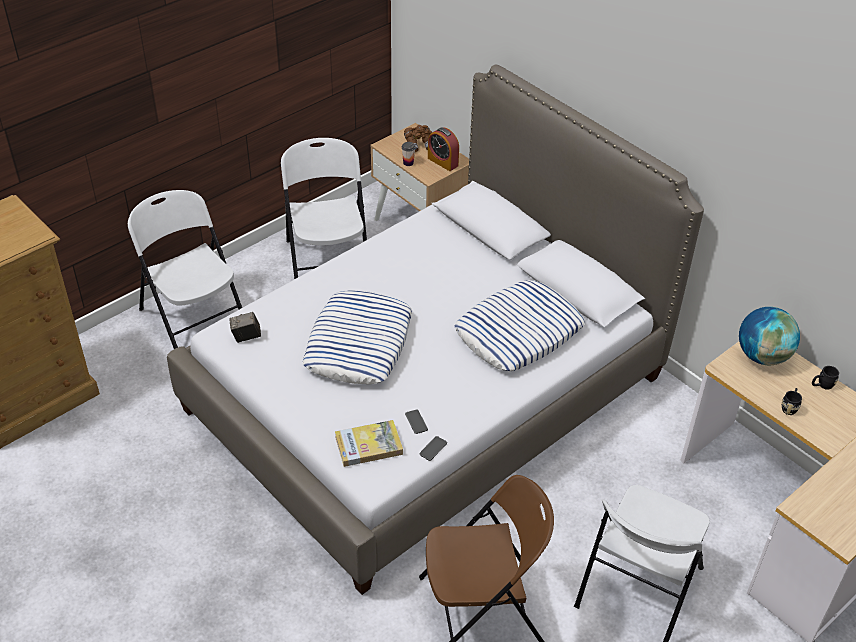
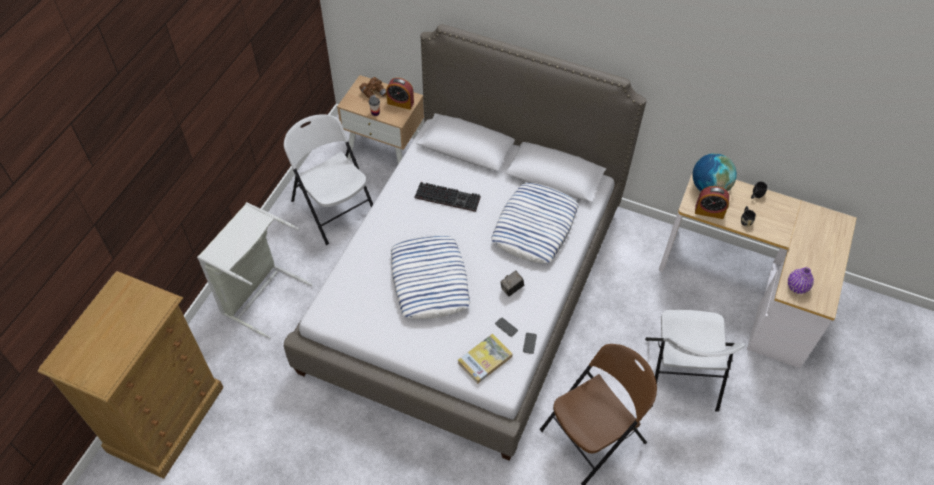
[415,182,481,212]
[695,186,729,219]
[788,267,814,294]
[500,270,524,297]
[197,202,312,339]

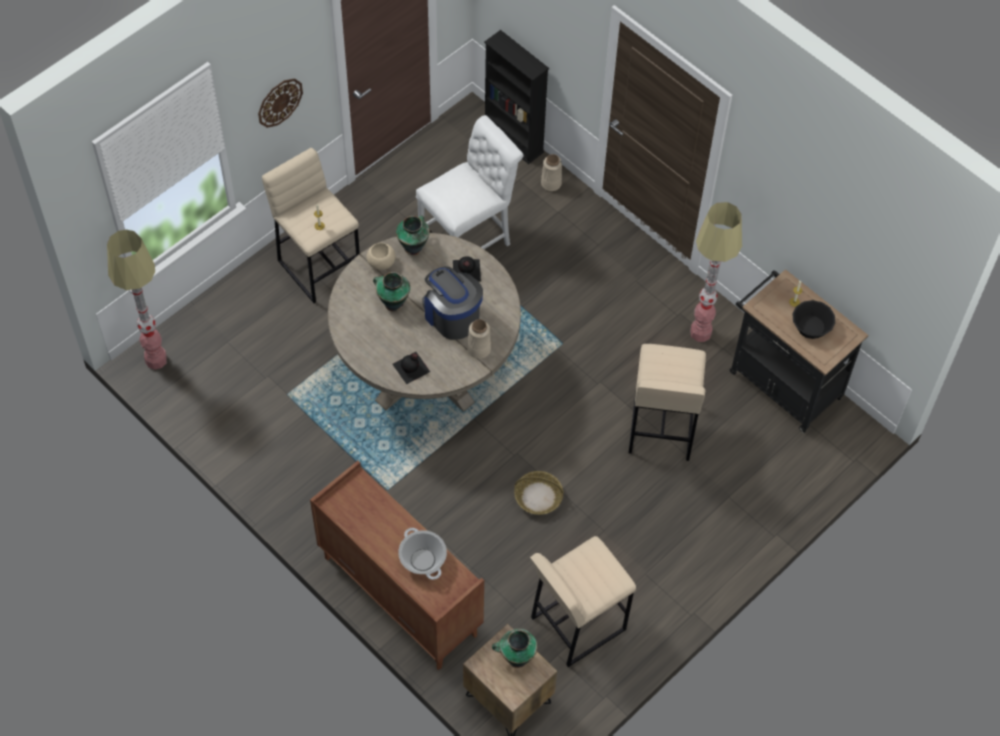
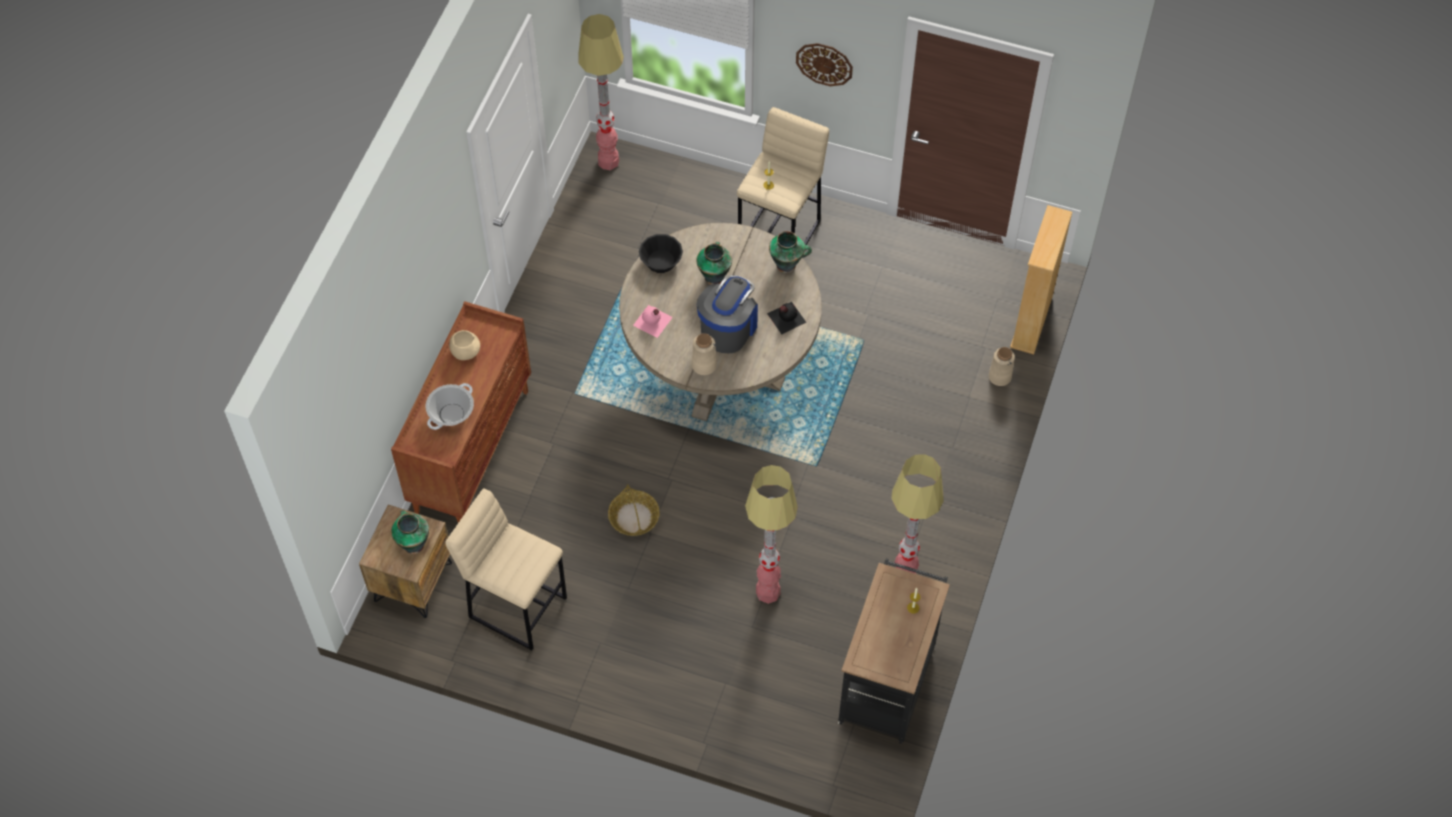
[416,115,523,249] (first image)
[449,330,480,360]
[639,234,683,273]
[745,465,798,604]
[633,305,673,338]
[1010,205,1072,354]

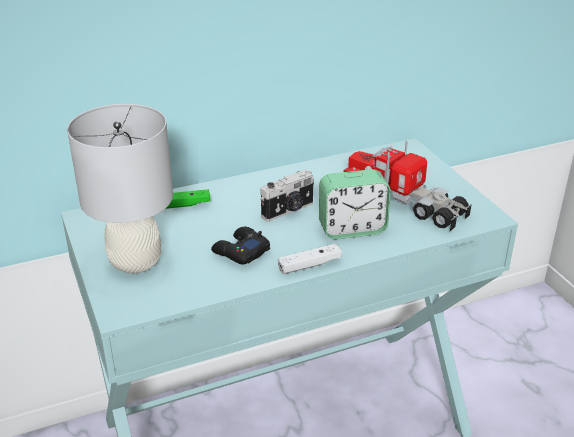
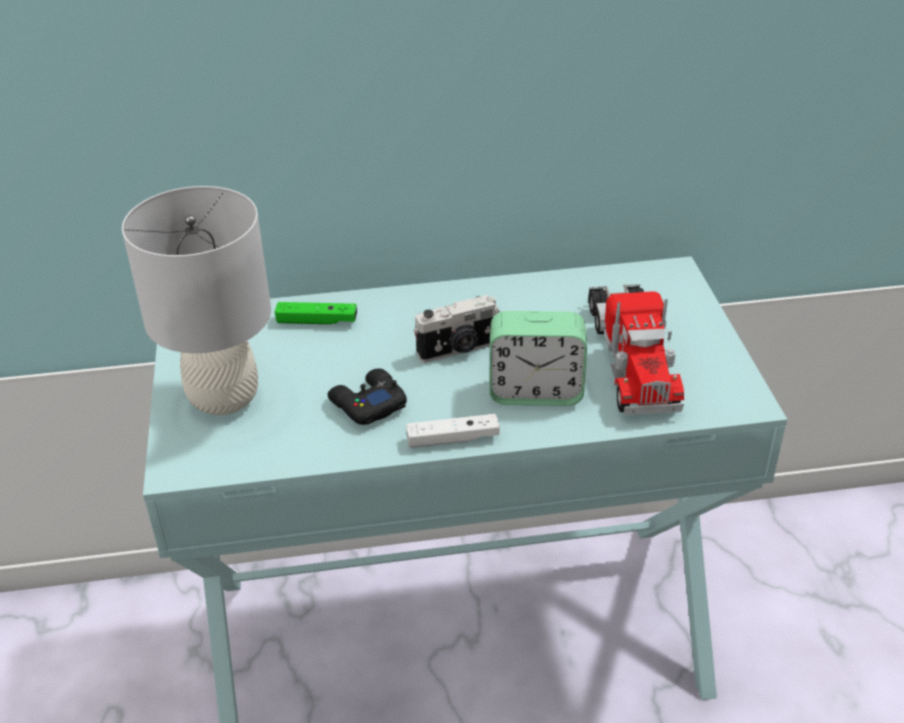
[588,284,684,415]

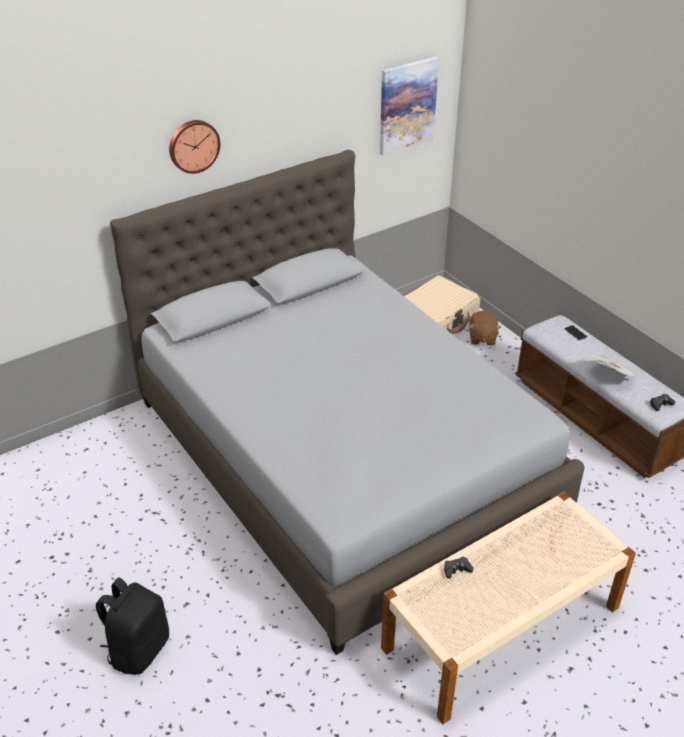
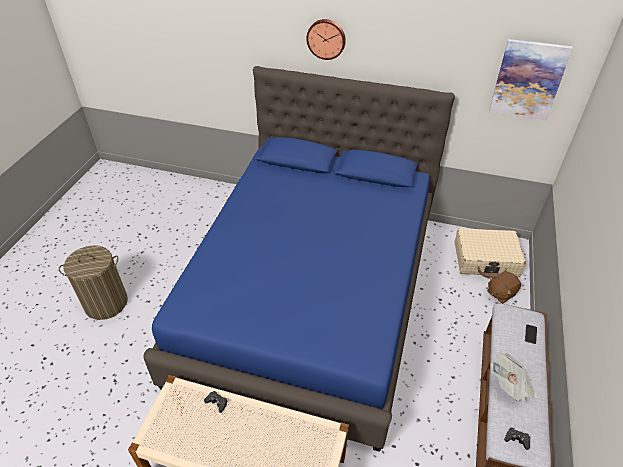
[59,245,128,320]
[143,66,455,452]

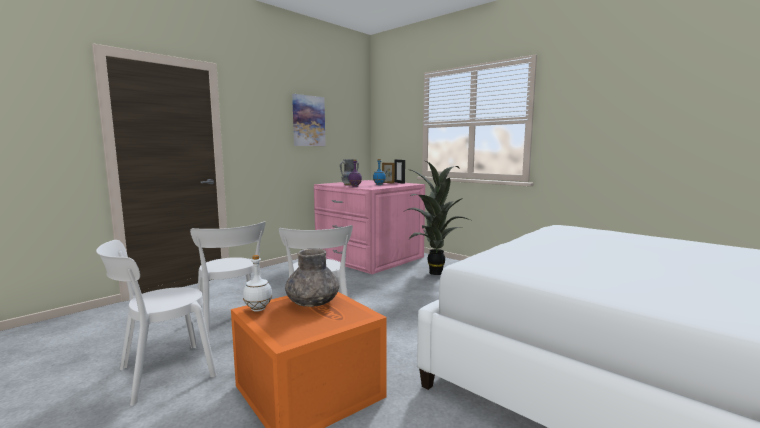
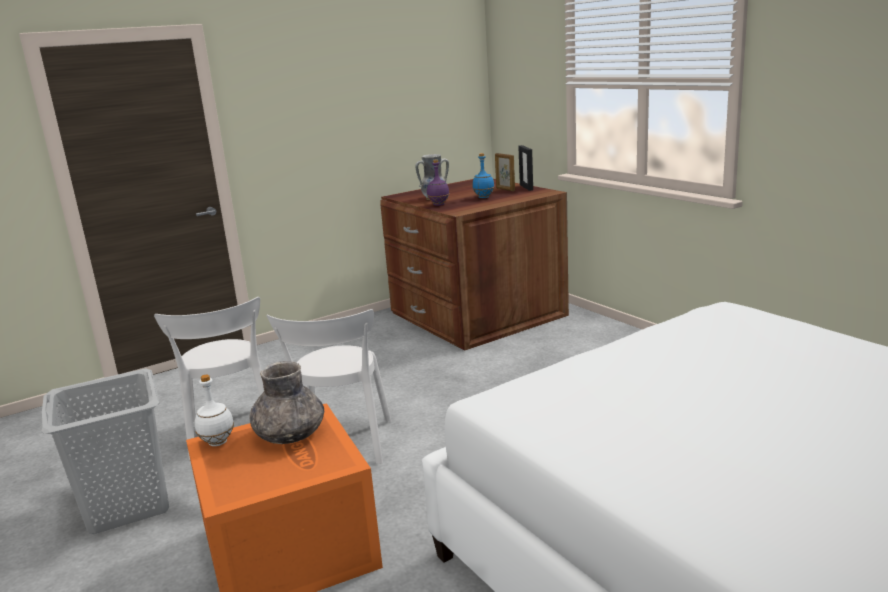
[292,94,326,146] (first image)
[405,161,470,275] (first image)
[41,368,169,534]
[380,179,569,351]

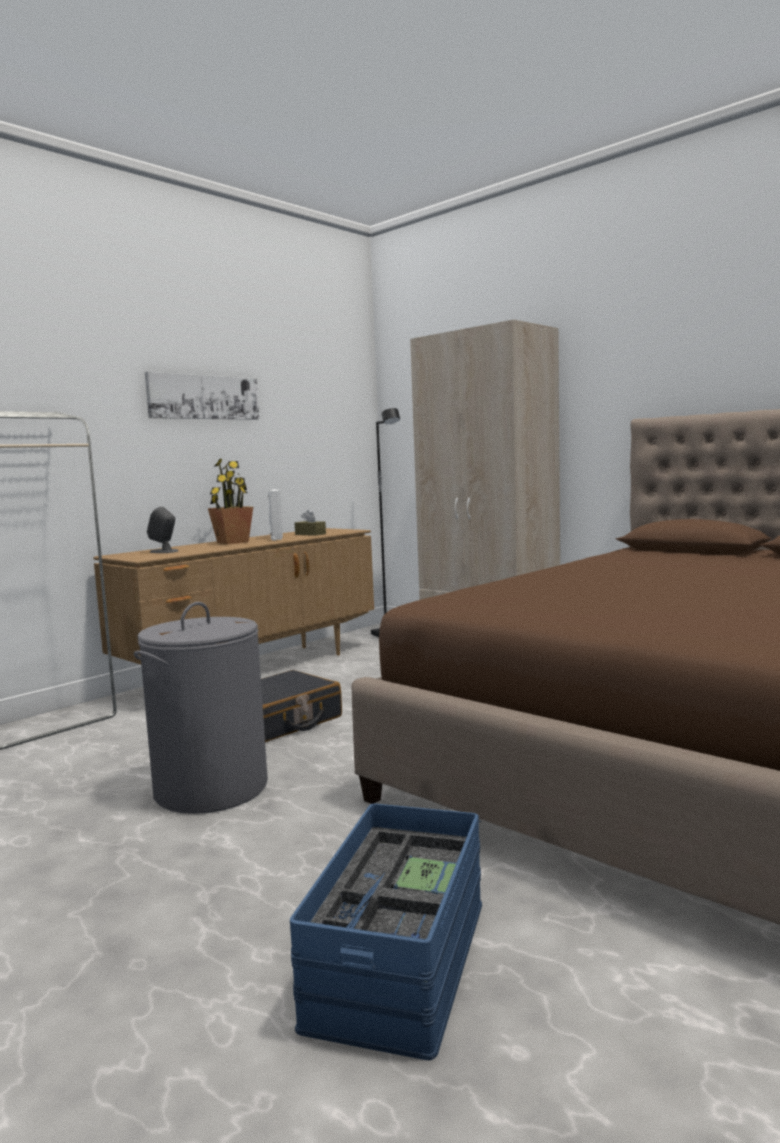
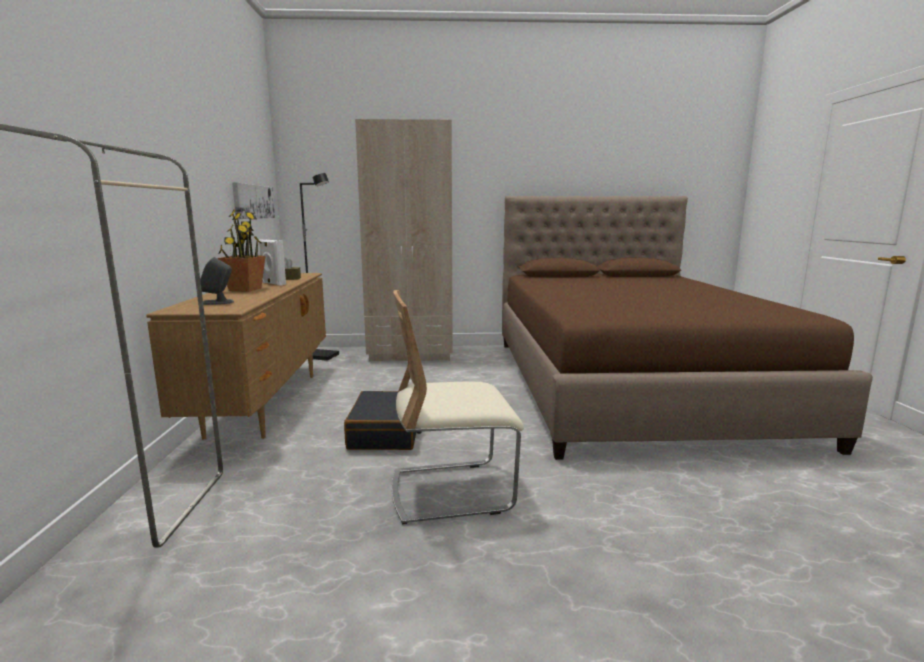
[290,803,482,1060] (first image)
[232,182,275,219]
[392,290,524,525]

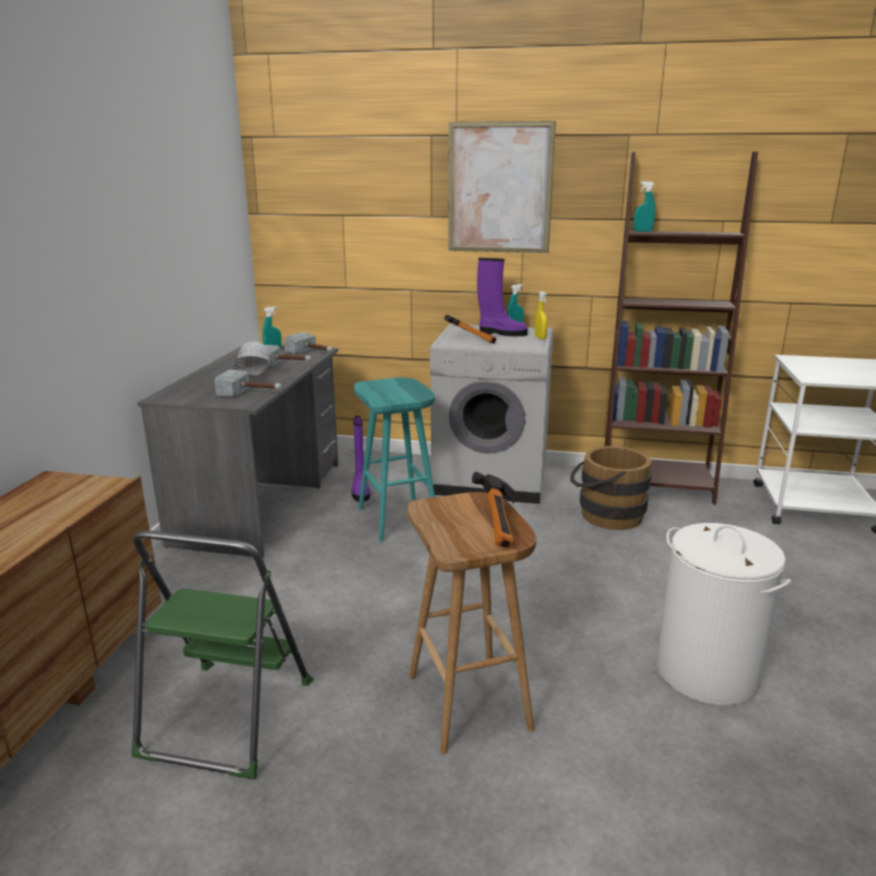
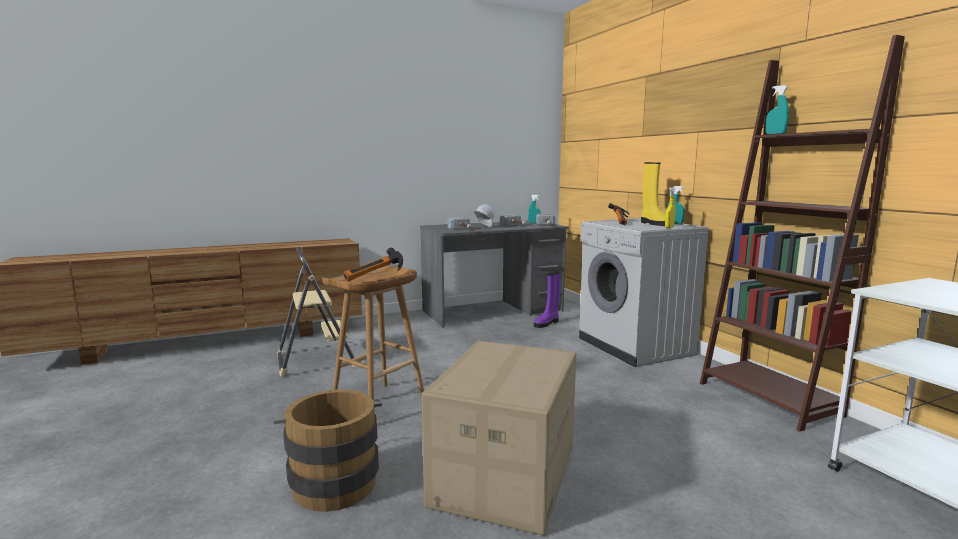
[354,378,435,541] (first image)
[448,121,556,253] (first image)
[274,390,382,512]
[422,341,576,535]
[278,247,358,377]
[641,162,666,226]

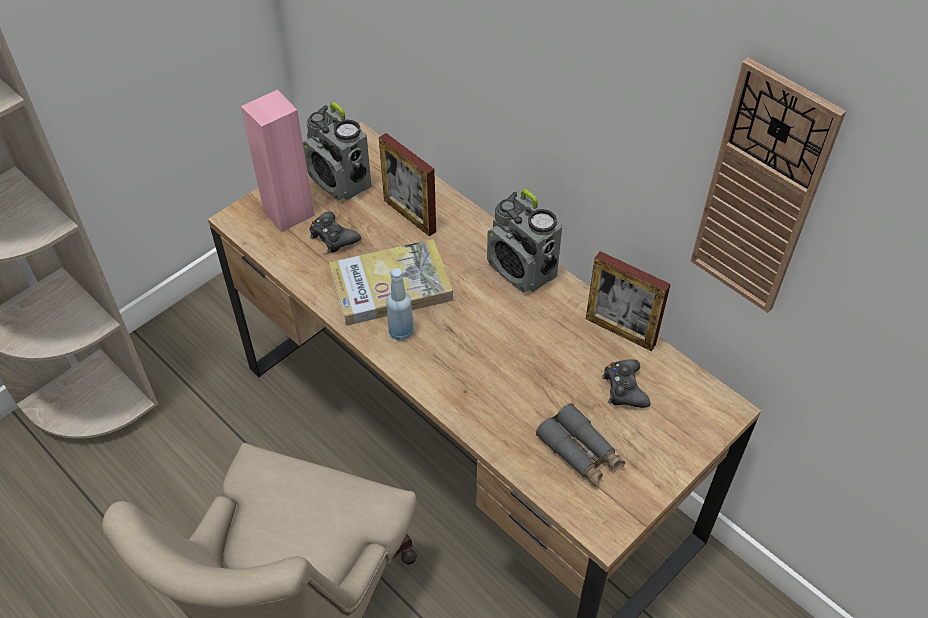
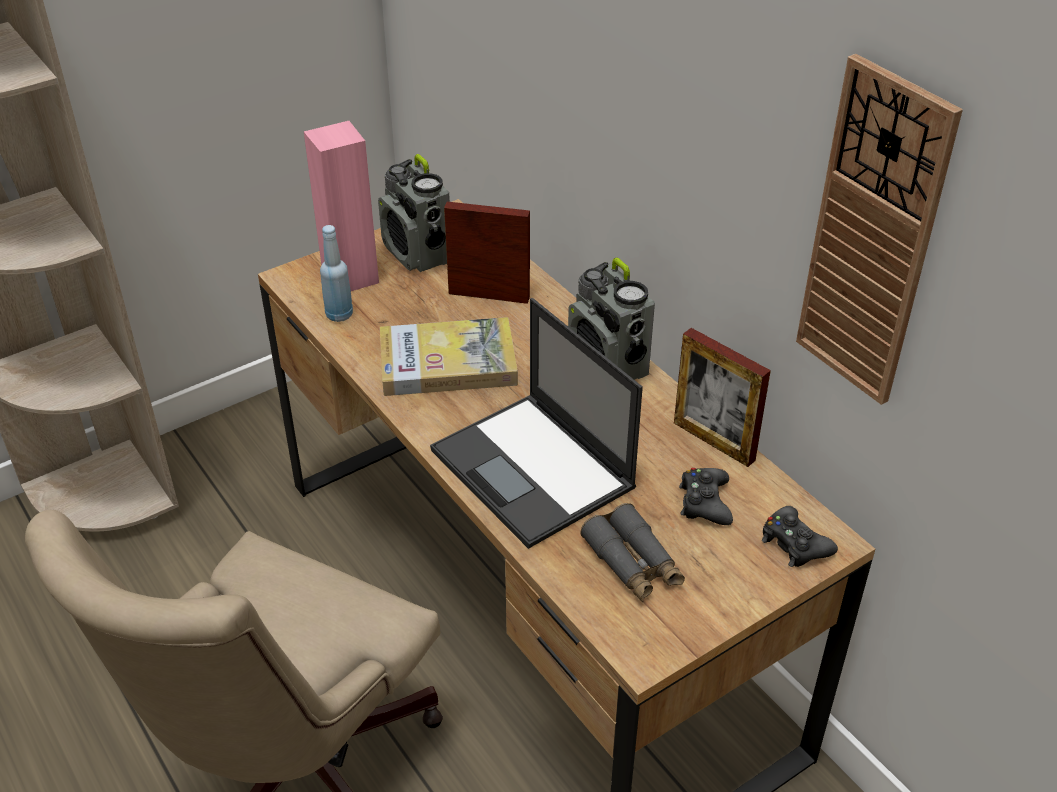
[430,298,643,549]
[762,506,838,567]
[320,225,353,322]
[444,202,530,304]

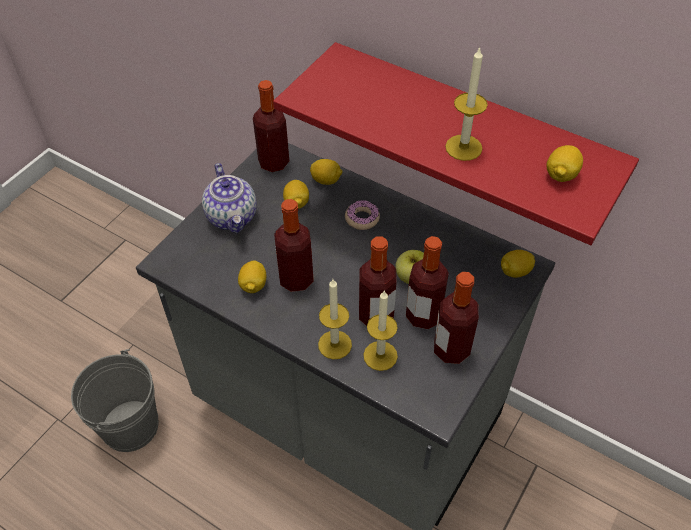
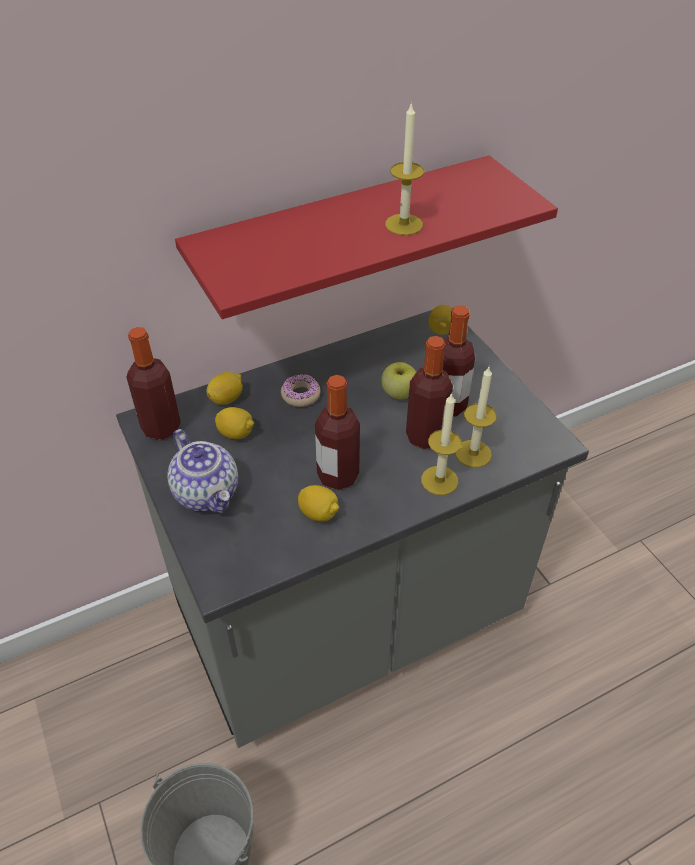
[434,272,479,364] (first image)
[547,145,583,182] (first image)
[168,429,238,513]

